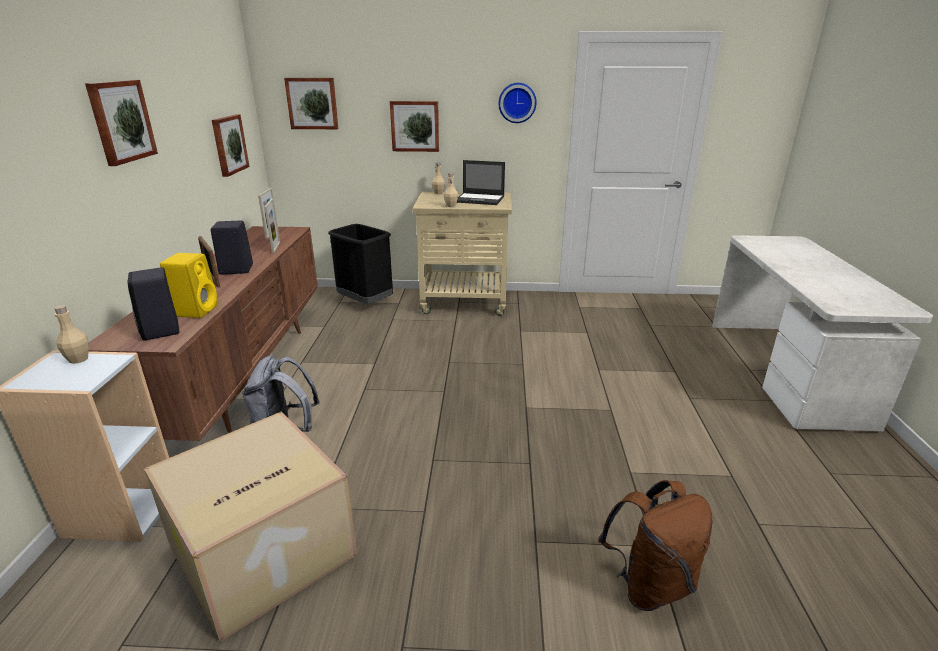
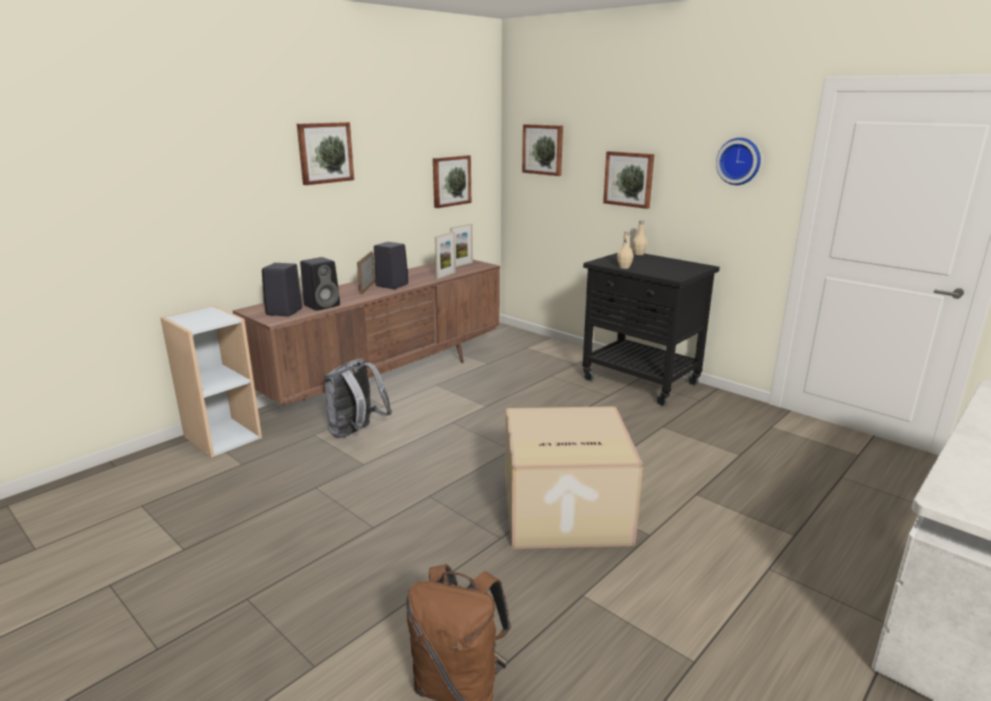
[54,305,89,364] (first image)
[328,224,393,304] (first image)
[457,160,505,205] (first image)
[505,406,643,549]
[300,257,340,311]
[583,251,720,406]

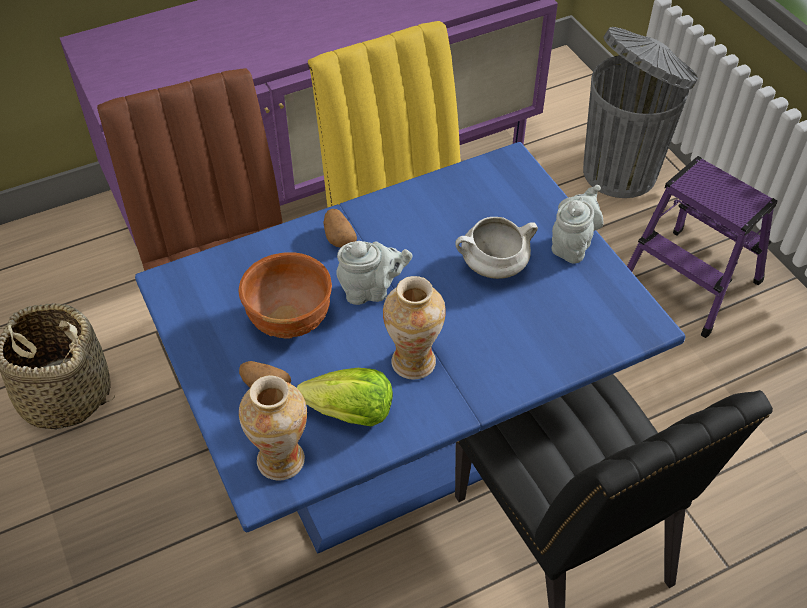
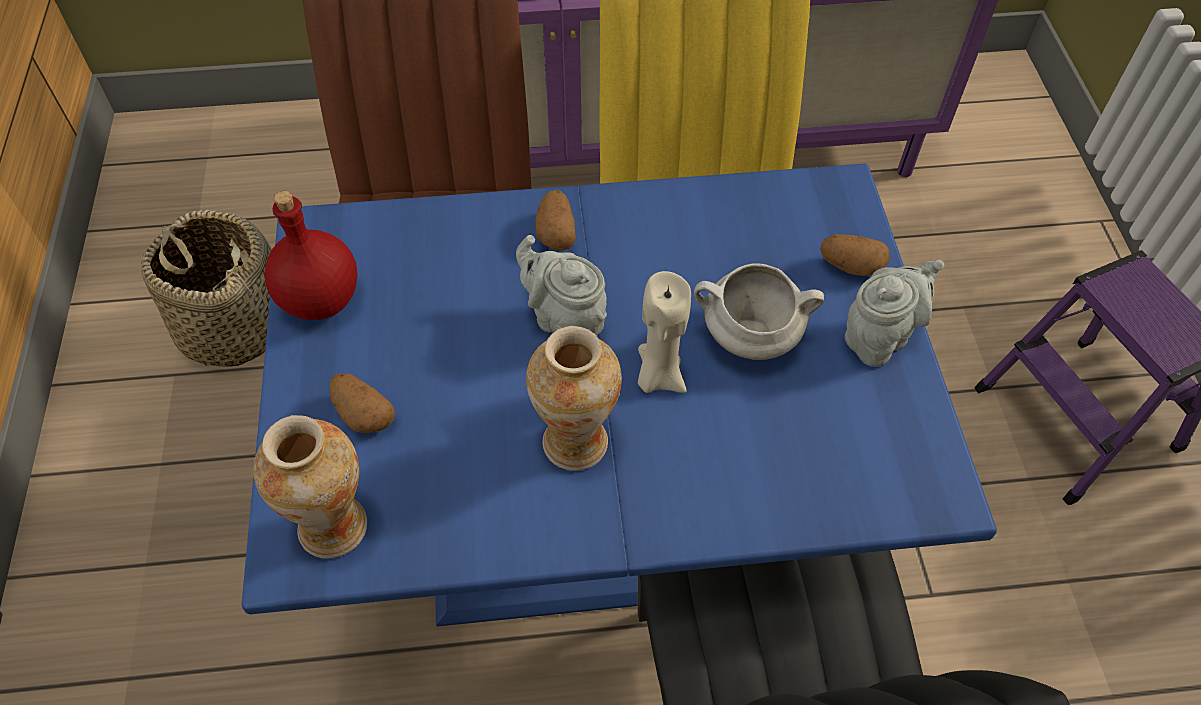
[238,252,332,339] (first image)
[297,368,393,426] (first image)
[583,27,698,198] (first image)
[265,191,358,320]
[638,271,691,393]
[820,234,890,276]
[516,235,607,335]

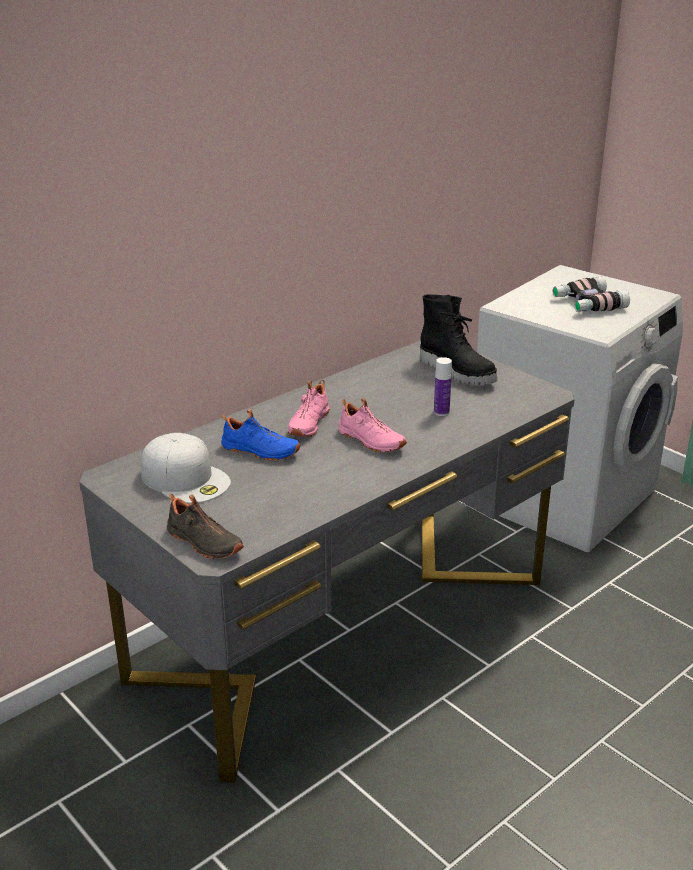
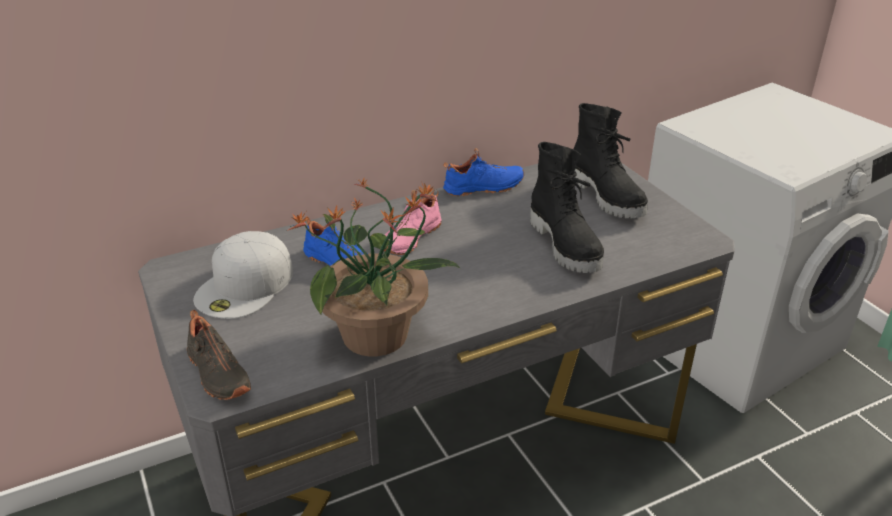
[338,398,407,453] (first image)
[552,276,630,312] (first image)
[288,177,460,356]
[443,148,524,196]
[530,142,604,273]
[193,231,293,319]

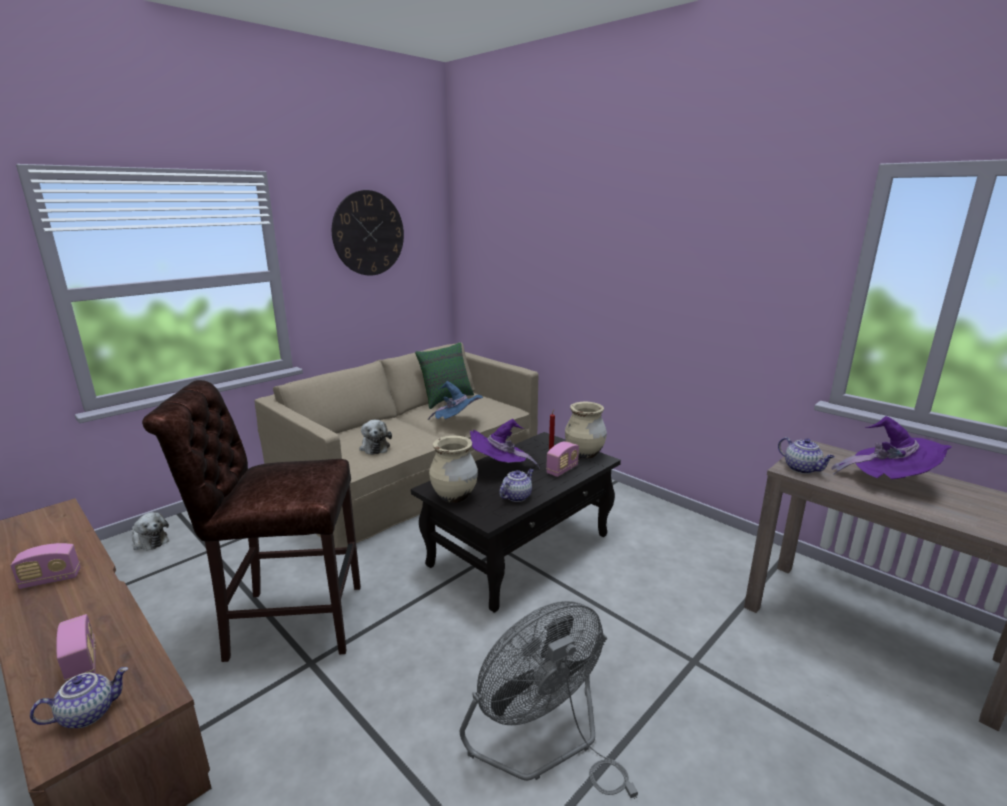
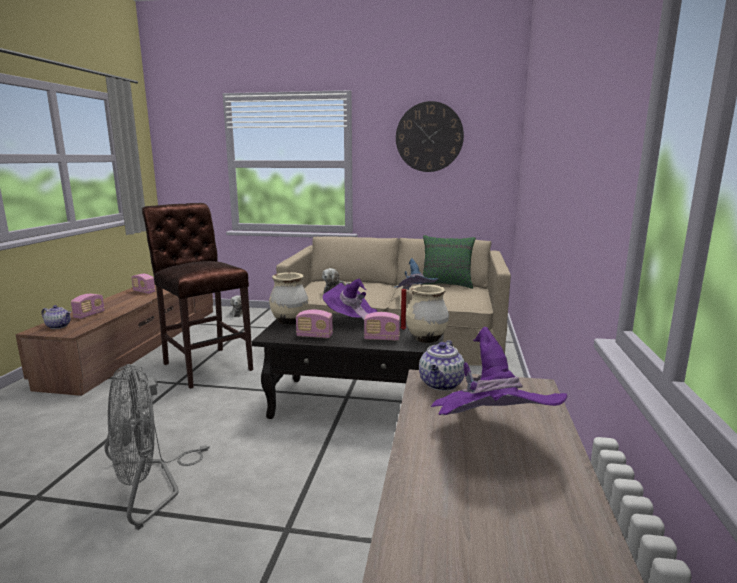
[296,310,333,338]
[104,364,210,530]

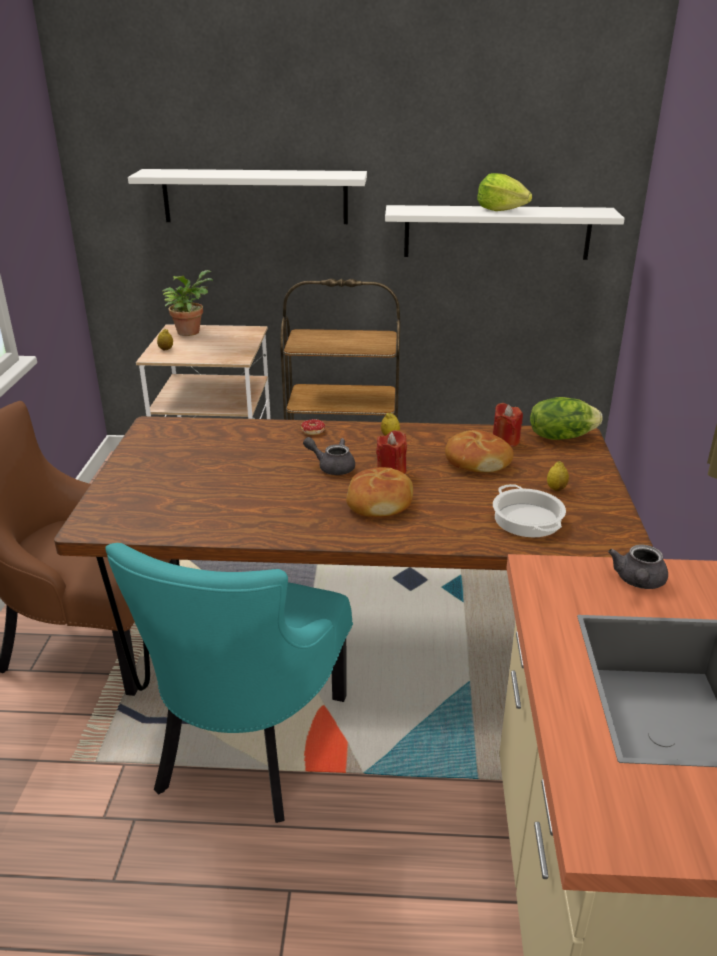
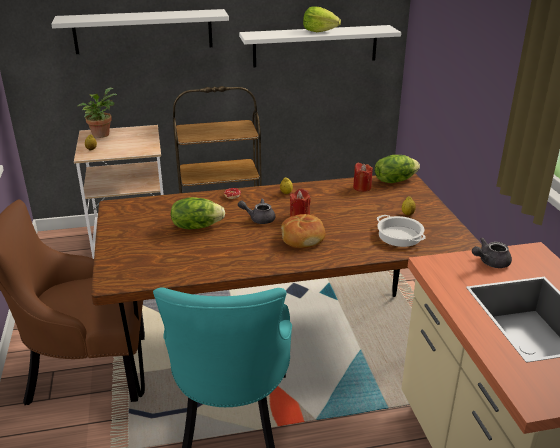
[445,430,514,473] (first image)
[171,197,225,229]
[472,238,512,268]

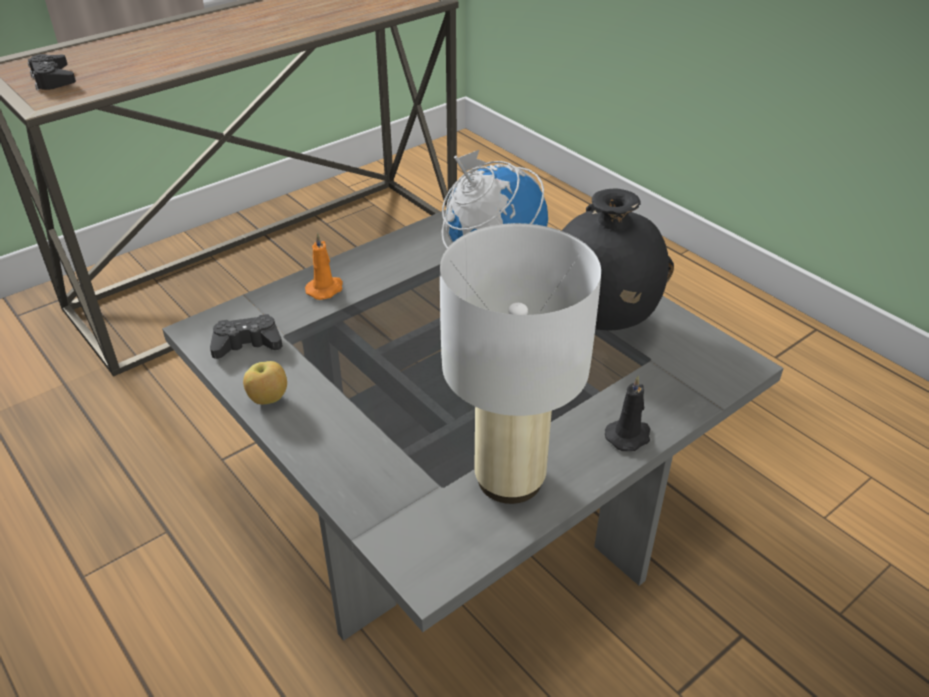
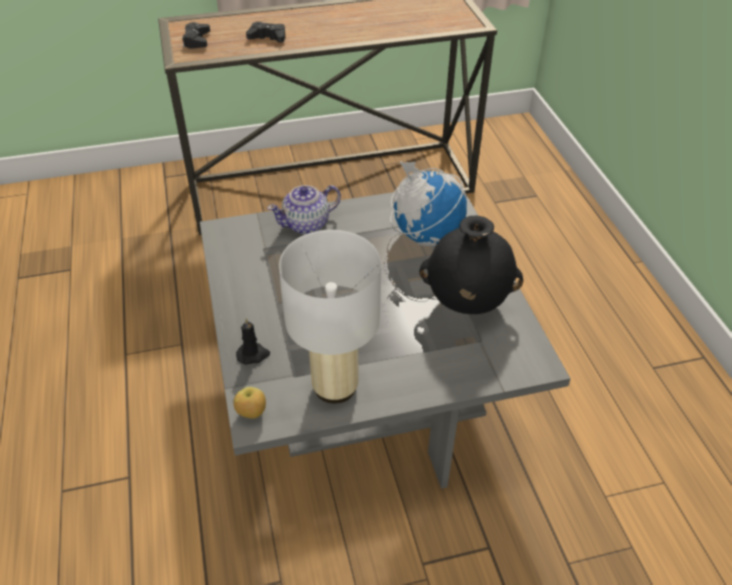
[246,21,285,43]
[234,387,266,419]
[236,318,270,365]
[267,185,341,234]

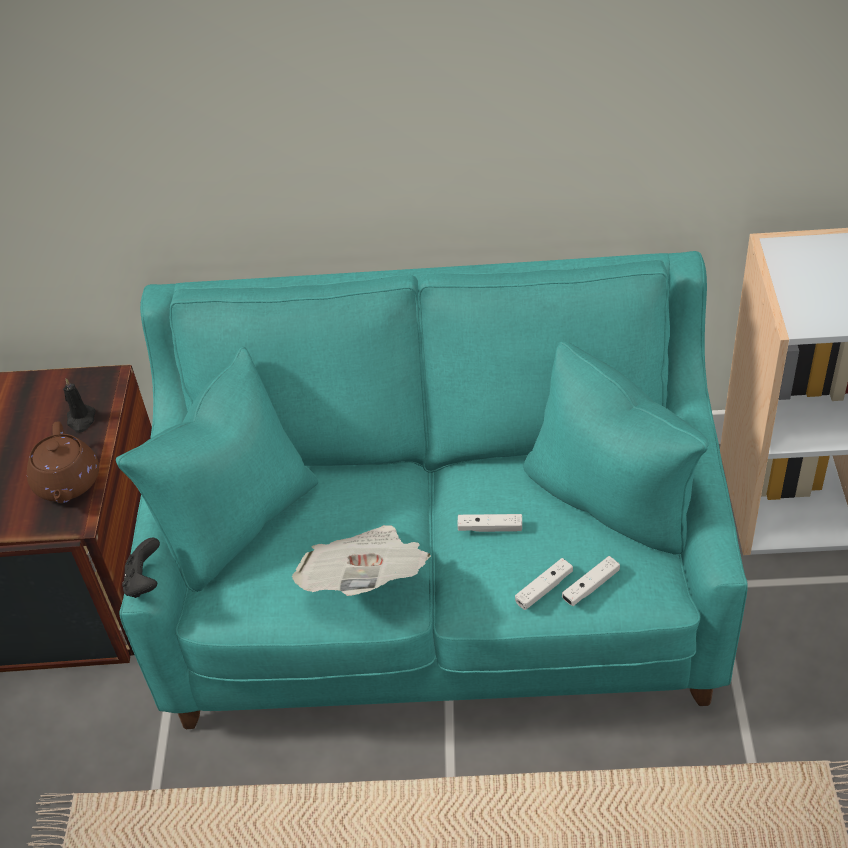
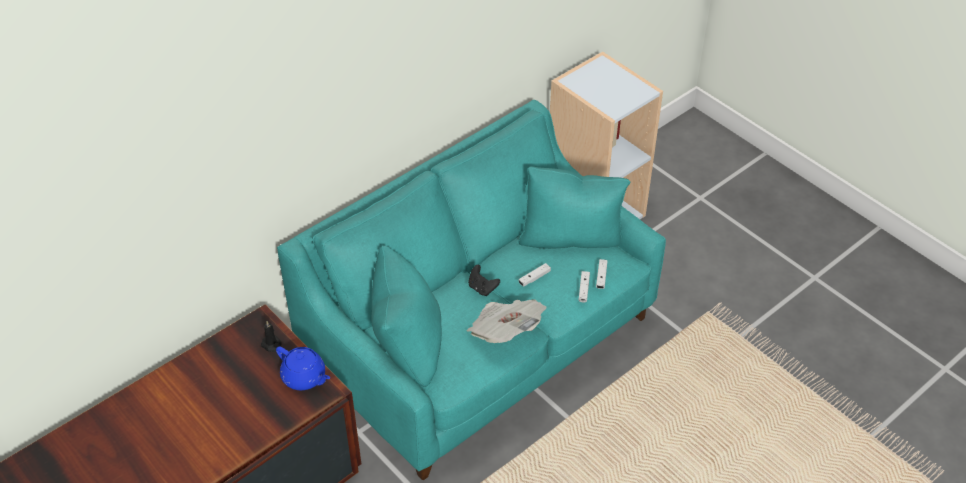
[468,265,500,296]
[276,346,330,390]

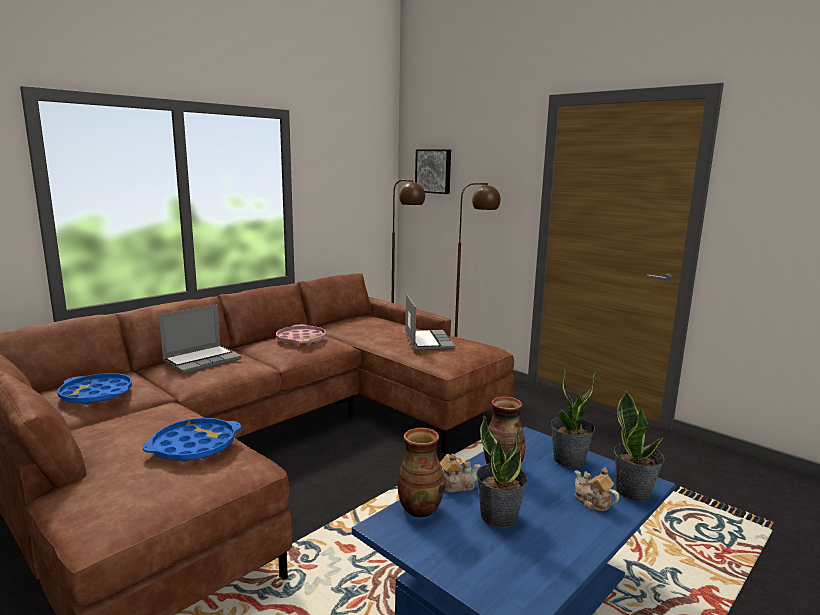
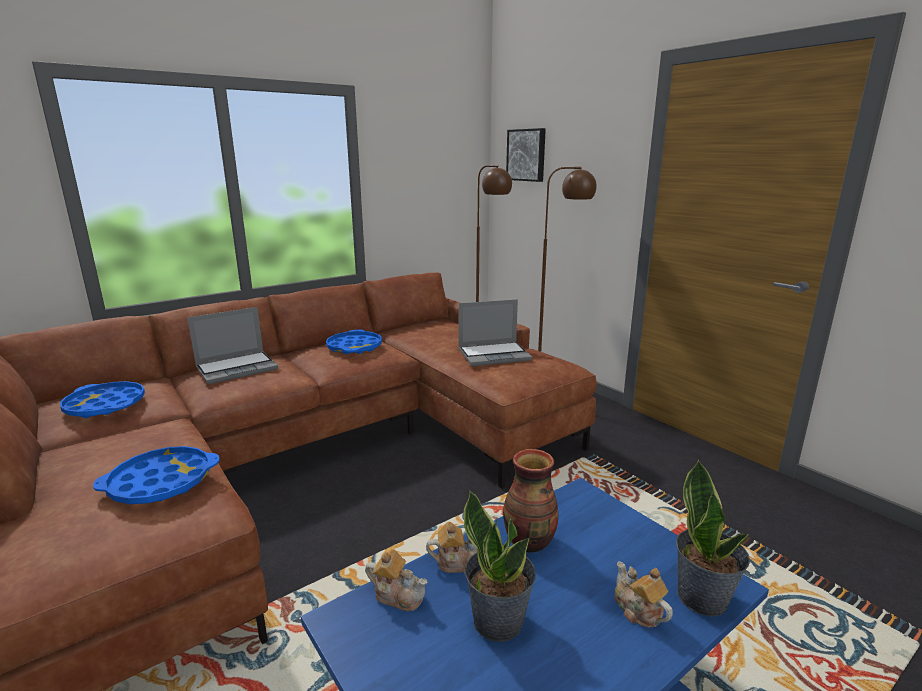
[551,369,596,468] (first image)
[365,549,427,611]
[326,329,382,354]
[459,299,532,366]

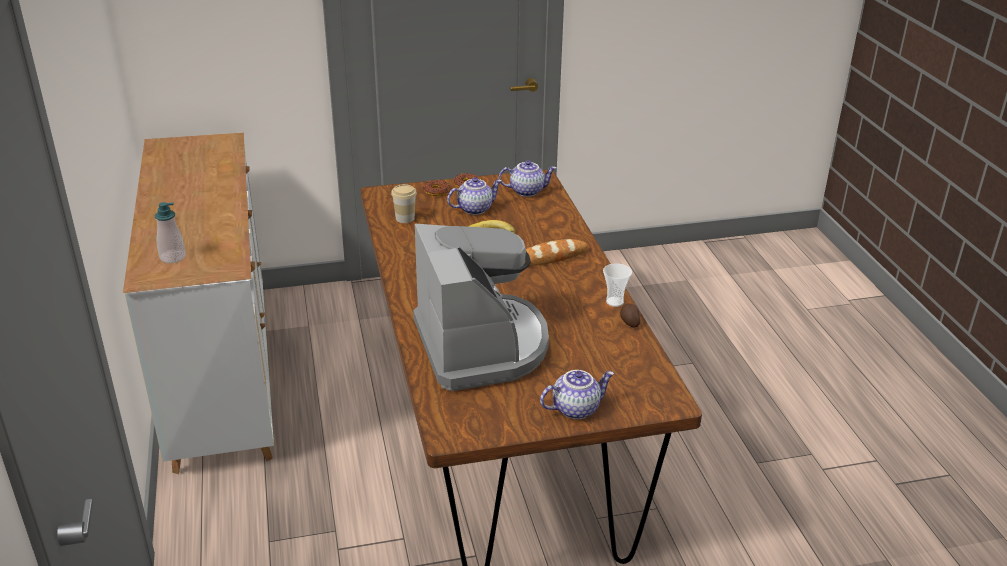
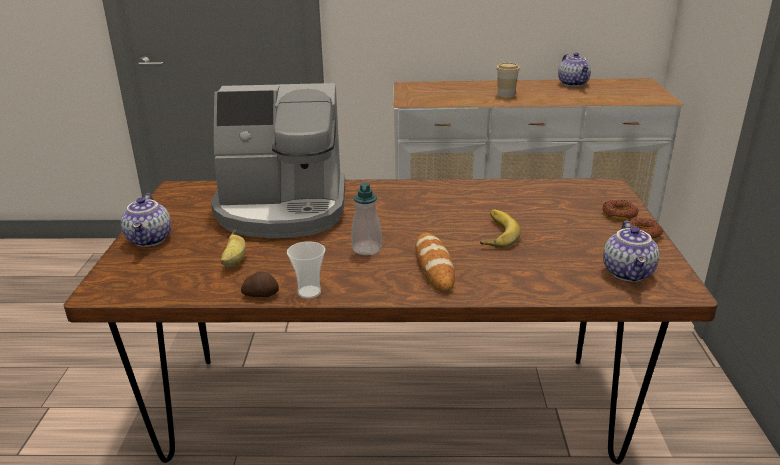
[220,230,246,267]
[352,183,382,255]
[496,63,520,98]
[558,53,591,87]

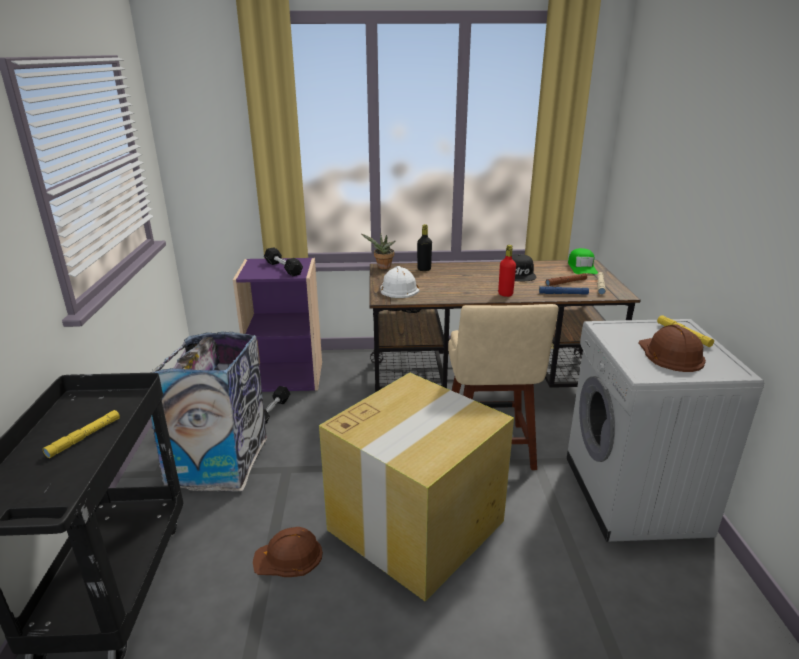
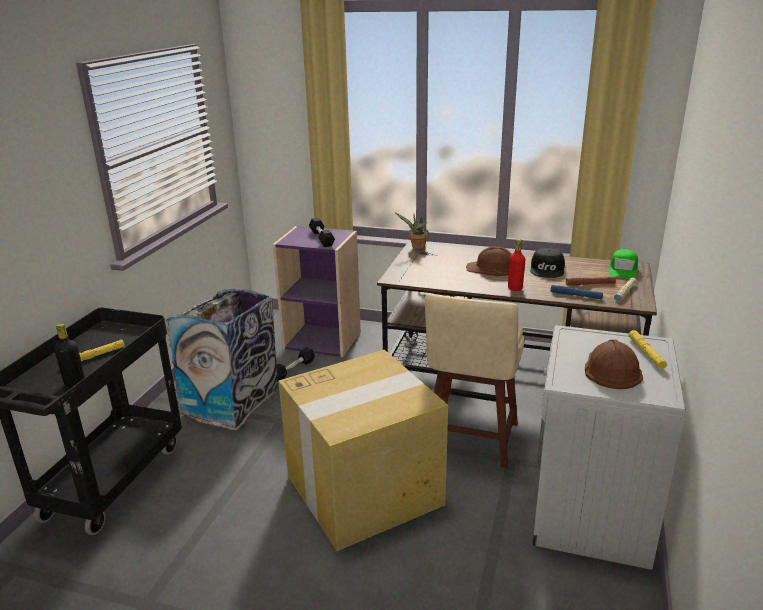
[380,266,420,298] (first image)
[466,246,511,276]
[54,323,85,387]

